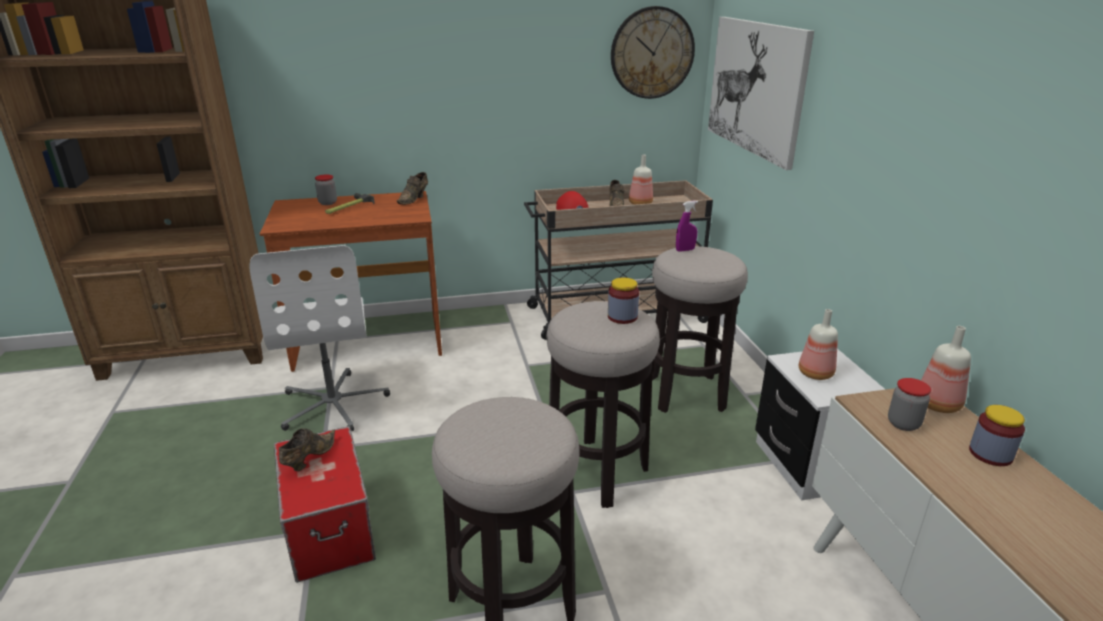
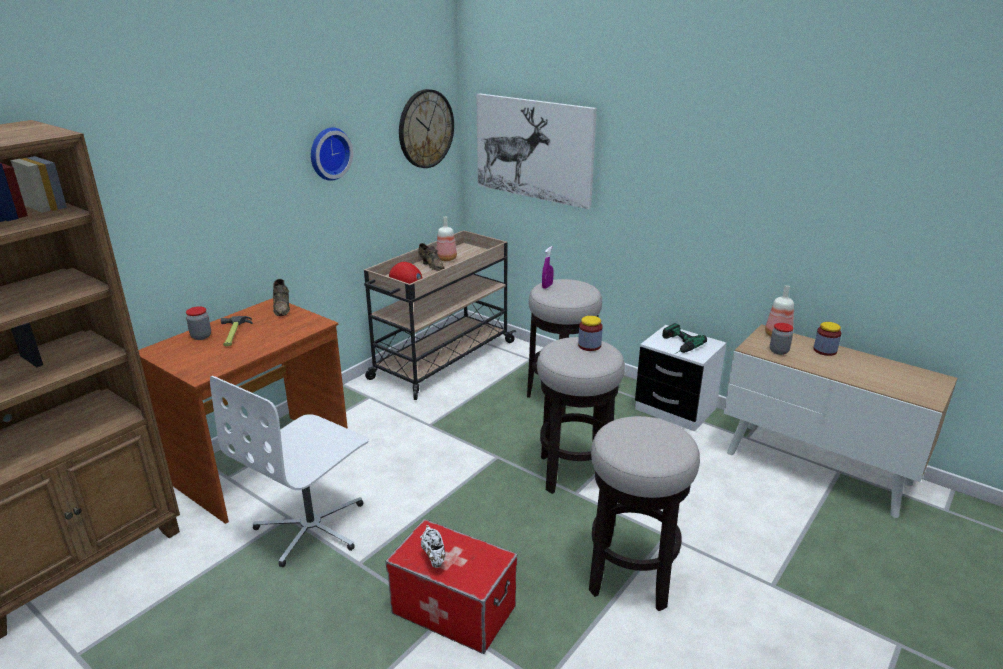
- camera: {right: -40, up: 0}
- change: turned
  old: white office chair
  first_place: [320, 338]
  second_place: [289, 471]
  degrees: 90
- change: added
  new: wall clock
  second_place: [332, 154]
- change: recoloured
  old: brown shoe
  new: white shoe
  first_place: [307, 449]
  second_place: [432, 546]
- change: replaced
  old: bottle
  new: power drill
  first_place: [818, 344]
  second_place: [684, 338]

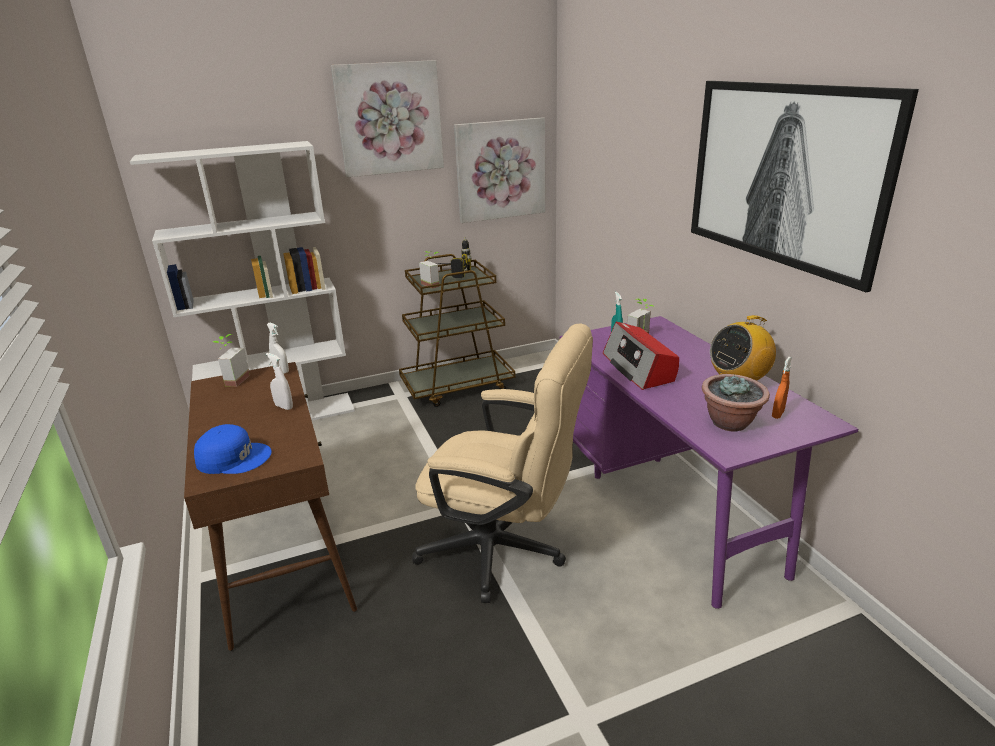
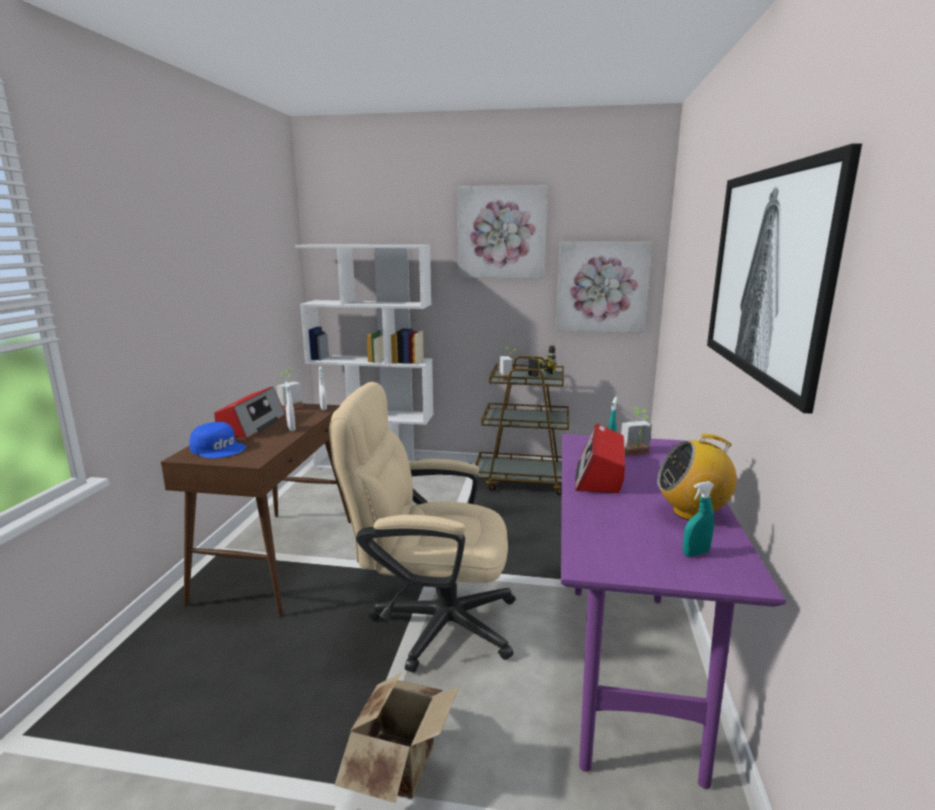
- camera: {right: 30, up: -10}
- change: added
  new: radio
  second_place: [250, 412]
- change: turned
  old: beige office chair
  first_place: [502, 463]
  second_place: [423, 527]
  degrees: 135
- change: added
  new: cardboard box
  second_place: [397, 737]
- change: recoloured
  old: orange spray bottle
  new: turquoise spray bottle
  first_place: [782, 388]
  second_place: [698, 519]
- change: removed
  old: potted plant
  first_place: [736, 402]

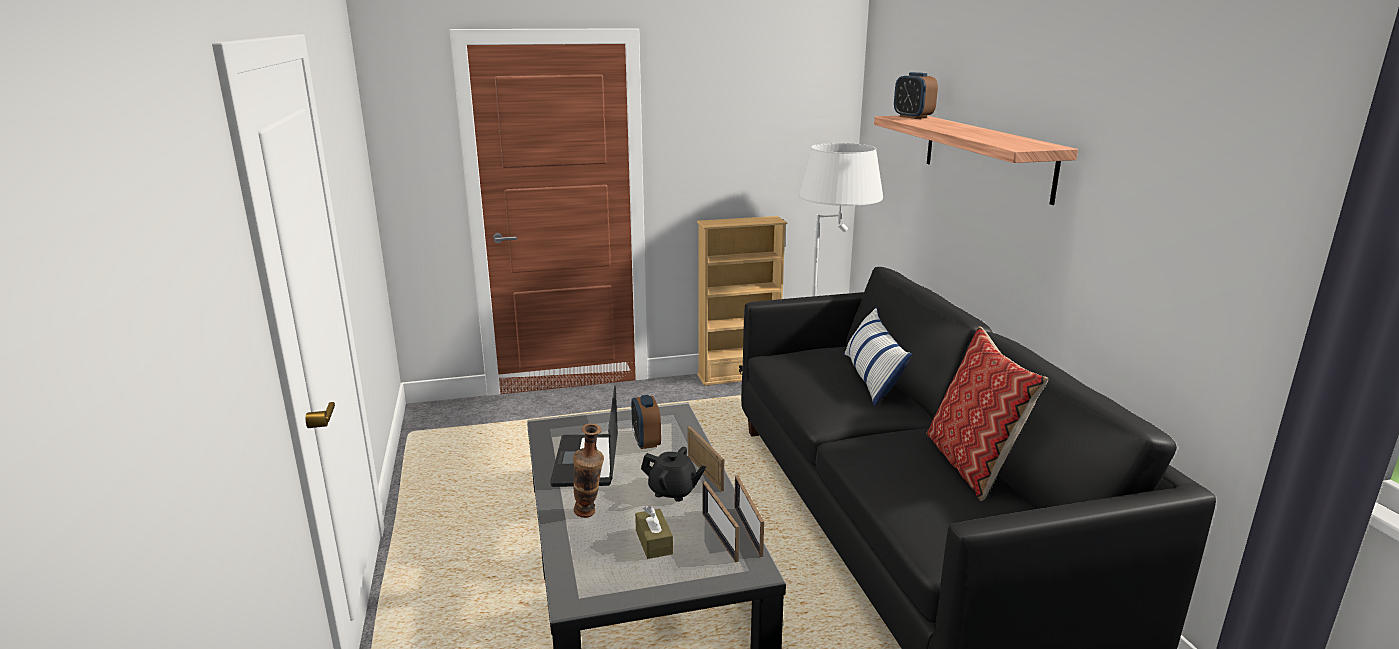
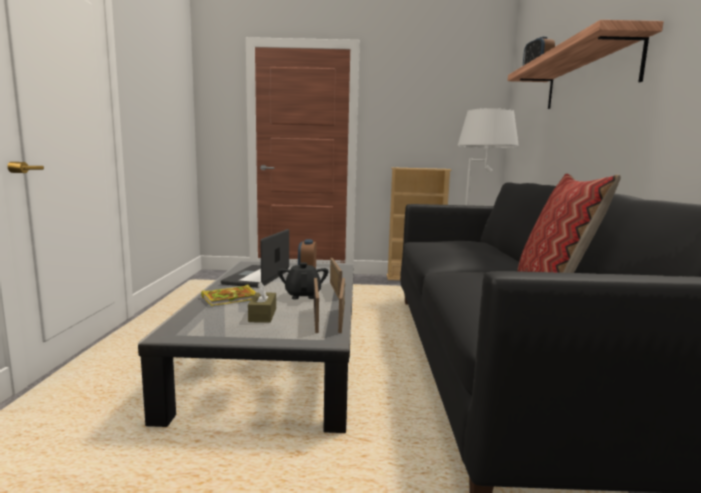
- camera: {right: 15, up: -10}
- change: replaced
  old: vase
  new: book
  first_place: [588, 471]
  second_place: [228, 295]
- change: turned
  old: black teapot
  first_place: [674, 474]
  second_place: [303, 280]
  degrees: -135
- change: removed
  old: pillow
  first_place: [878, 357]

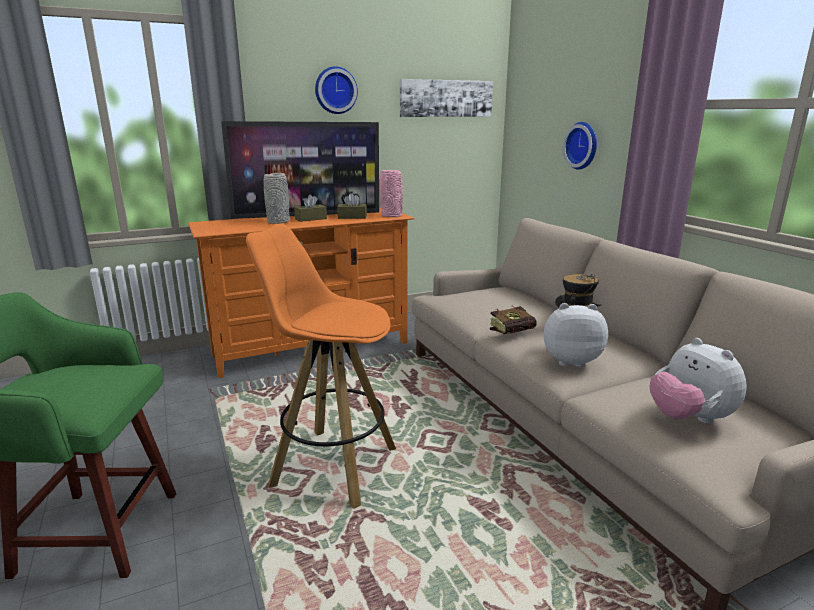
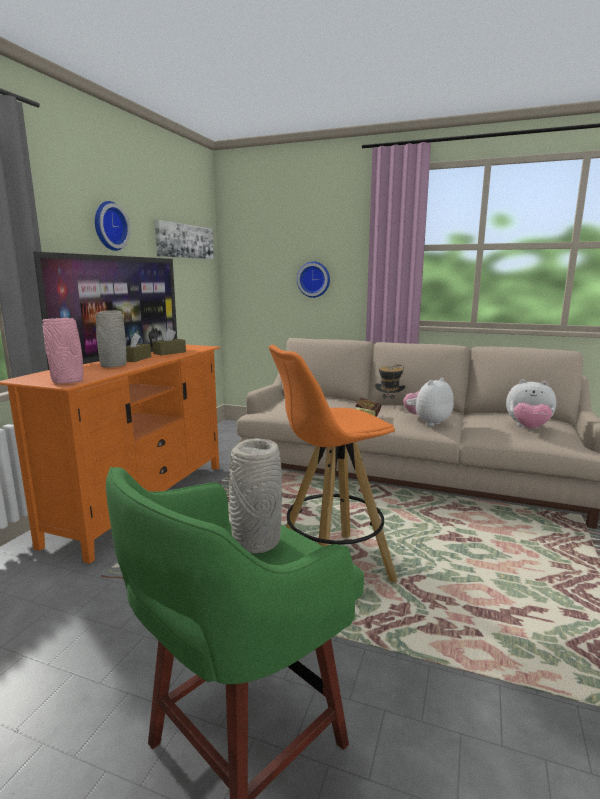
- camera: {right: -45, up: -5}
- change: moved
  old: pink vase
  first_place: [391, 193]
  second_place: [62, 351]
- change: added
  new: grey vase
  second_place: [255, 495]

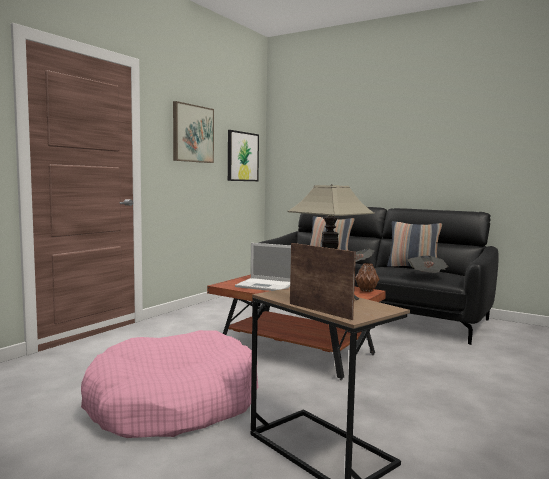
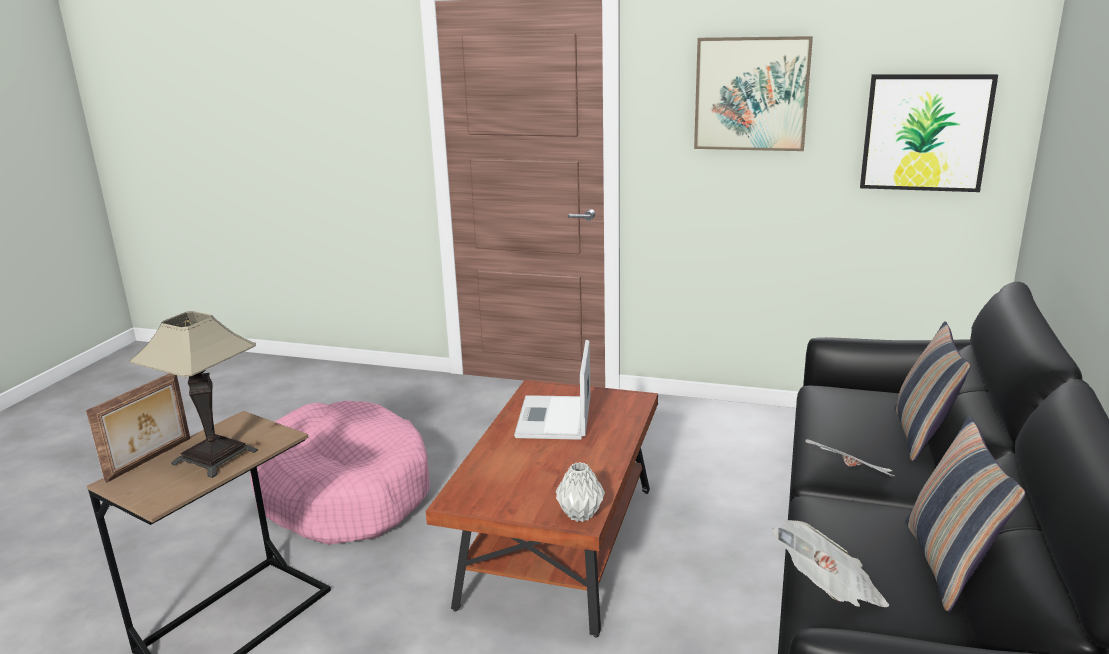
- camera: {right: 75, up: 15}
- change: recoloured
  old: brown vase
  new: grey vase
  first_place: [367, 277]
  second_place: [580, 492]

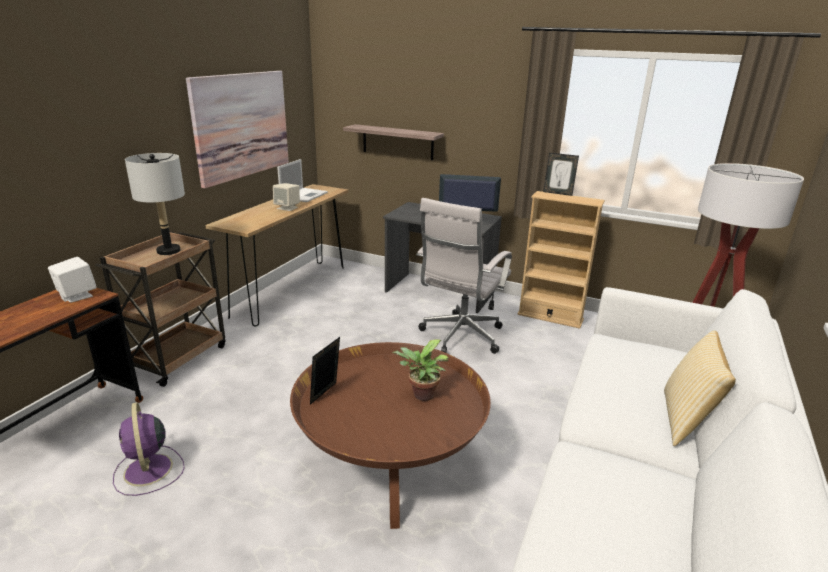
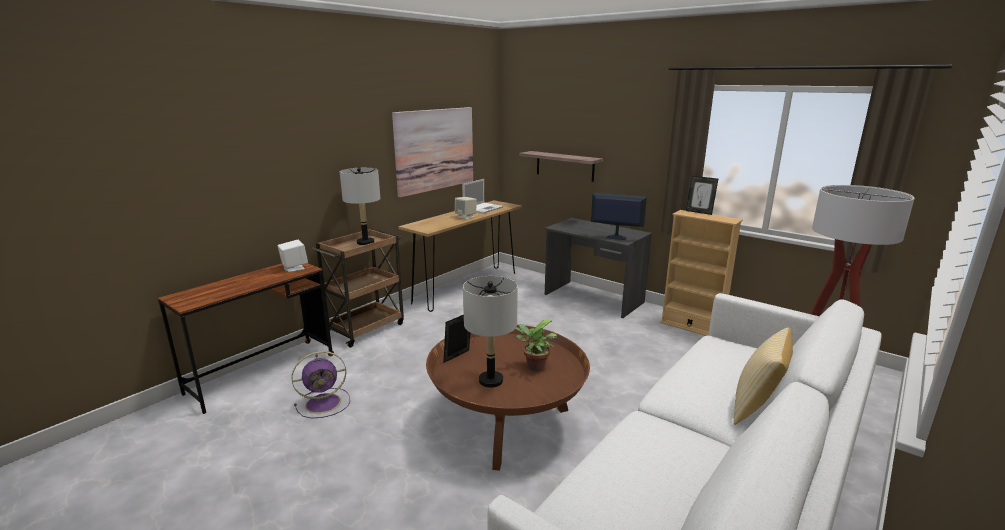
- camera: {right: 15, up: -5}
- change: turned
  old: purple fan
  first_place: [149, 449]
  second_place: [321, 384]
  degrees: -105
- change: added
  new: grey table lamp
  second_place: [490, 332]
- change: removed
  old: white office chair
  first_place: [464, 276]

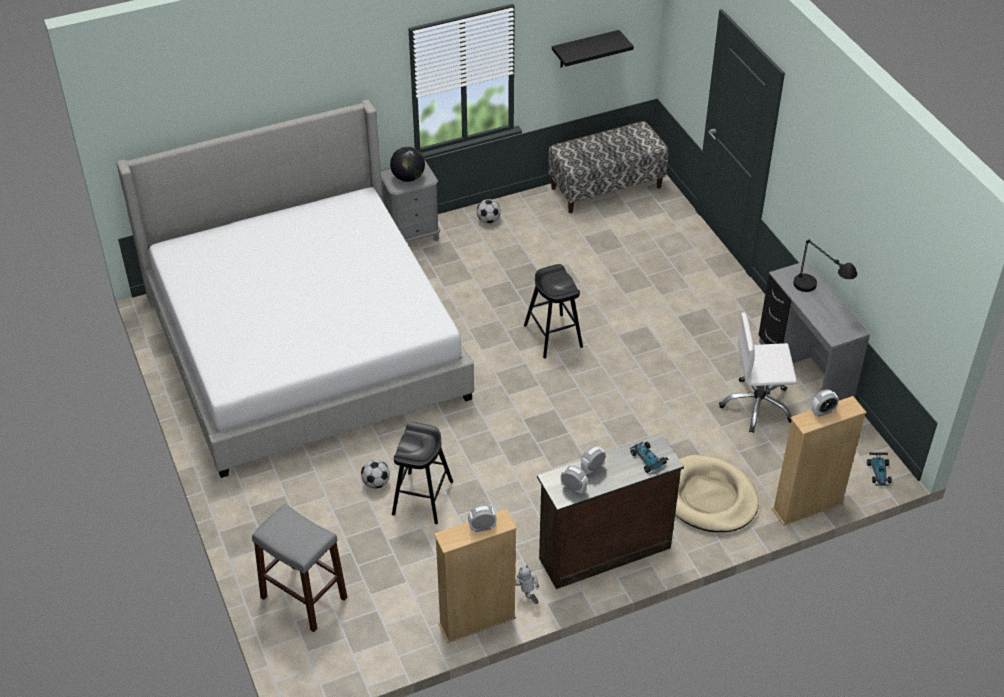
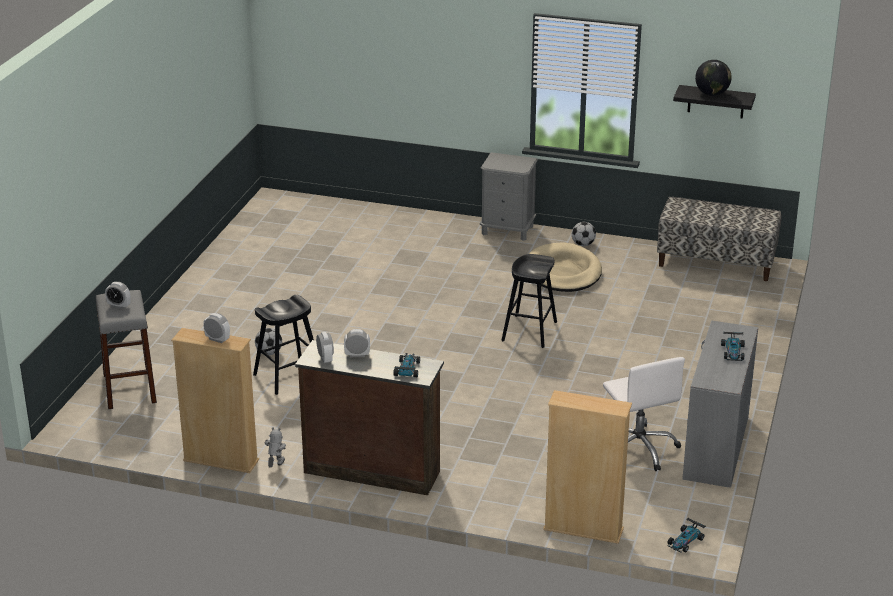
- camera: {right: 40, up: -15}
- change: moved
  old: alarm clock
  first_place: [825, 403]
  second_place: [118, 295]
- change: moved
  old: beige dog bed
  first_place: [717, 493]
  second_place: [565, 267]
- change: turned
  old: white office chair
  first_place: [758, 372]
  second_place: [644, 414]
  degrees: -150
- change: moved
  old: globe
  first_place: [407, 164]
  second_place: [713, 78]
- change: replaced
  old: black table lamp
  new: toy car
  first_place: [825, 265]
  second_place: [733, 346]
- change: removed
  old: bed
  first_place: [295, 289]

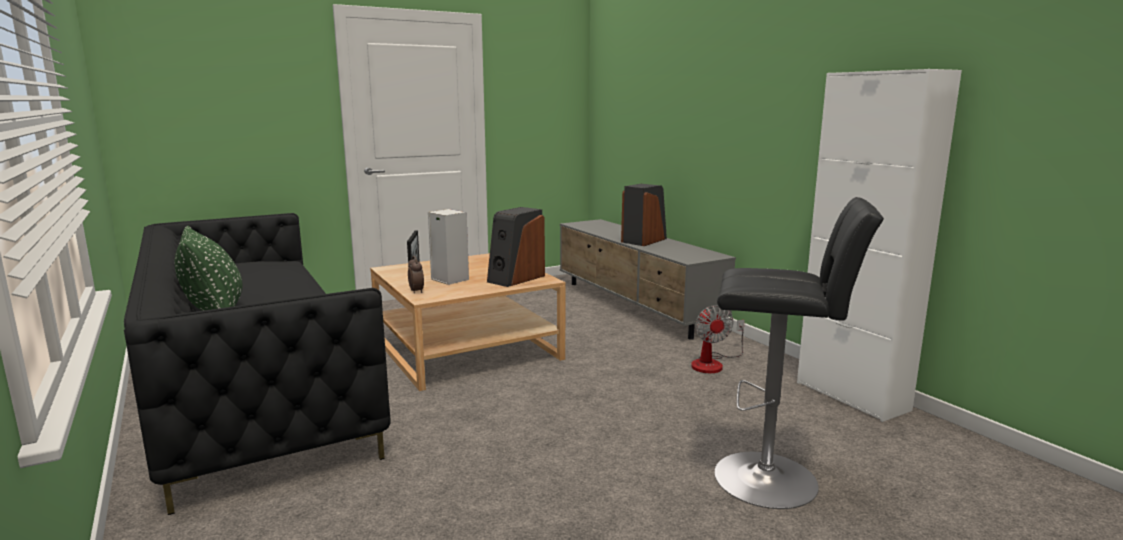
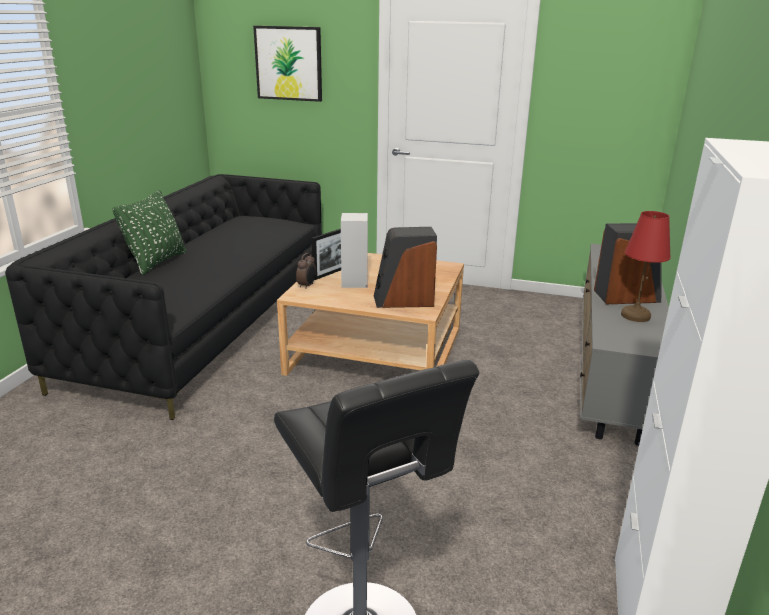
- camera: {right: 45, up: 10}
- change: added
  new: picture
  second_place: [287, 64]
- change: added
  new: red table lamp
  second_place: [646, 266]
- change: removed
  old: fan
  first_place: [718, 339]

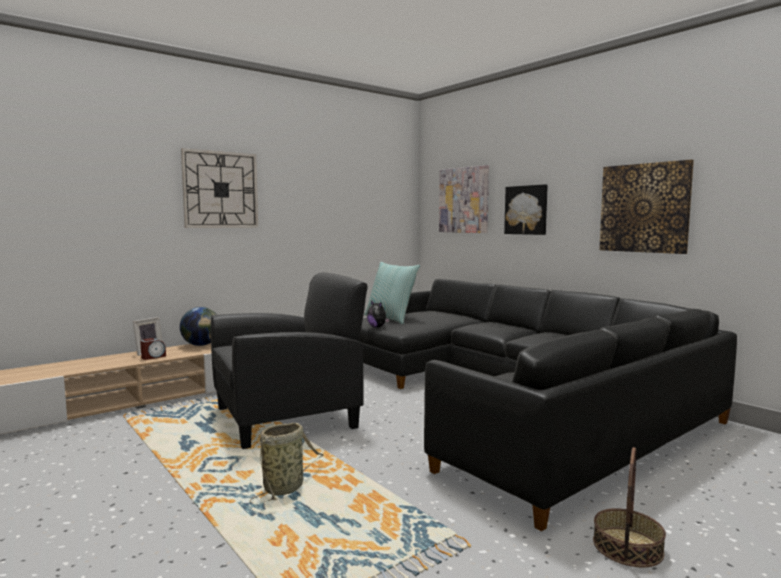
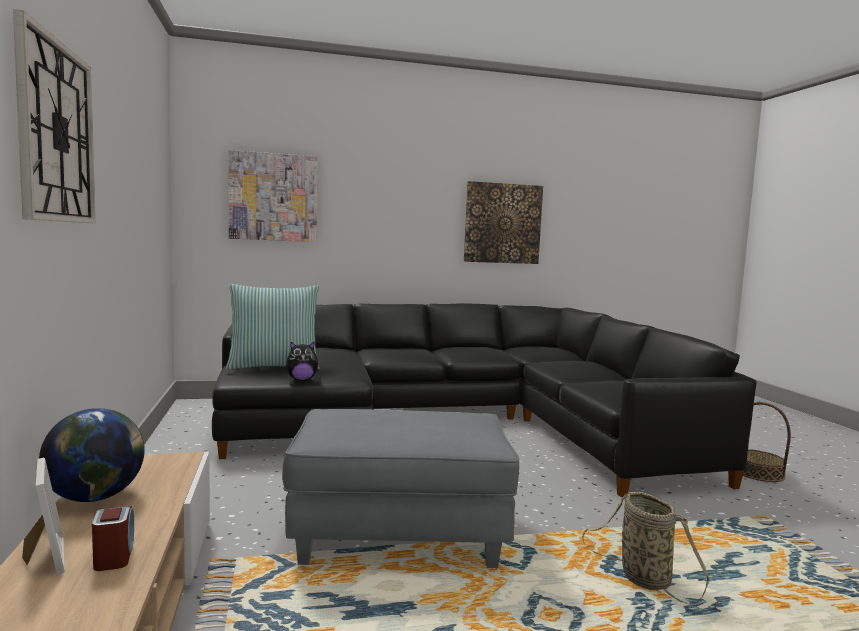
- camera: {right: -65, up: 0}
- change: replaced
  old: black armchair
  new: grey ottoman
  first_place: [289, 360]
  second_place: [400, 488]
- change: removed
  old: picture
  first_place: [526, 209]

